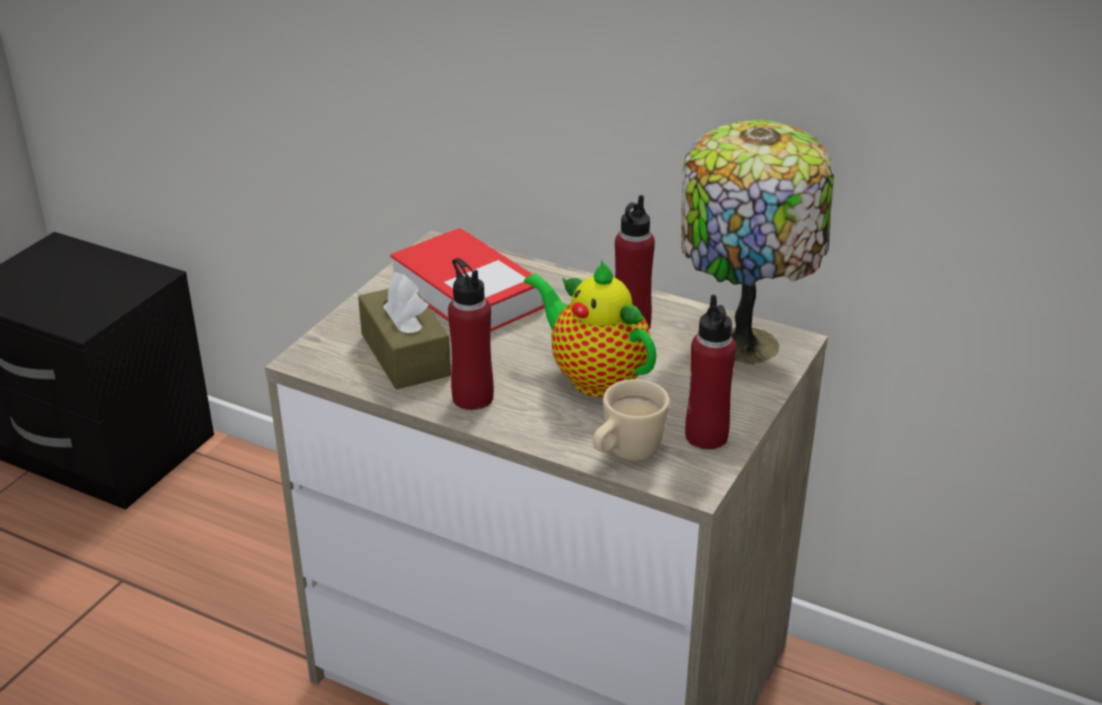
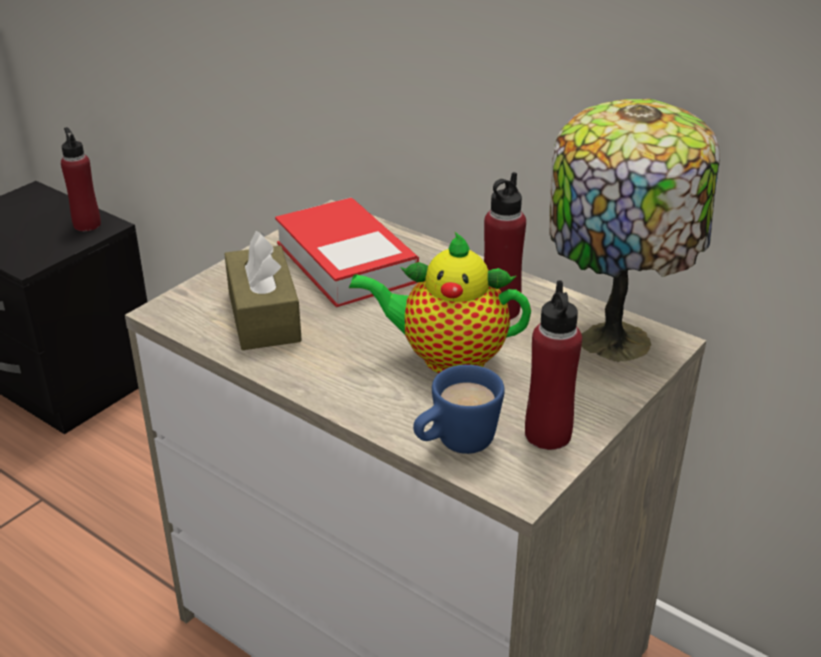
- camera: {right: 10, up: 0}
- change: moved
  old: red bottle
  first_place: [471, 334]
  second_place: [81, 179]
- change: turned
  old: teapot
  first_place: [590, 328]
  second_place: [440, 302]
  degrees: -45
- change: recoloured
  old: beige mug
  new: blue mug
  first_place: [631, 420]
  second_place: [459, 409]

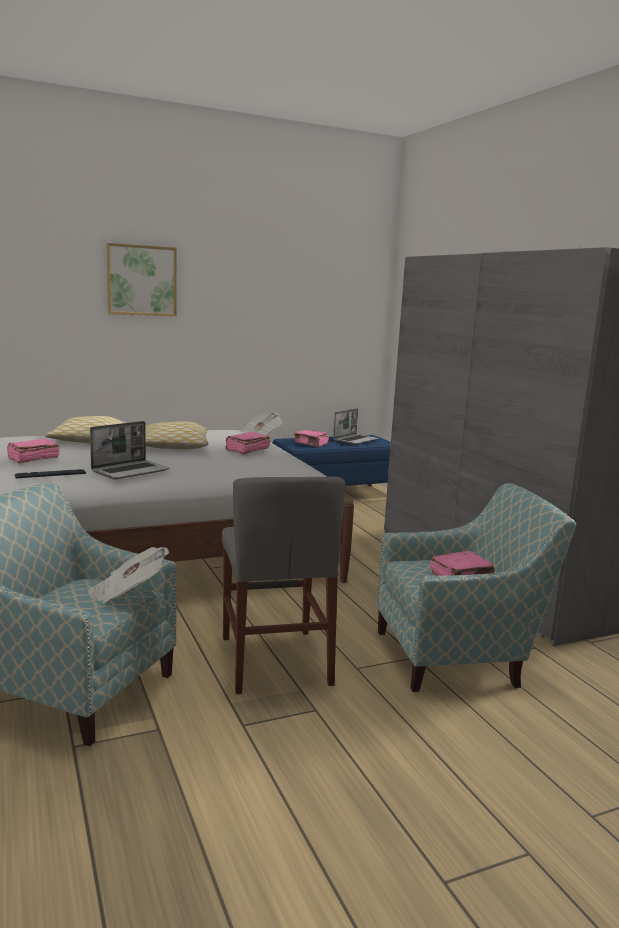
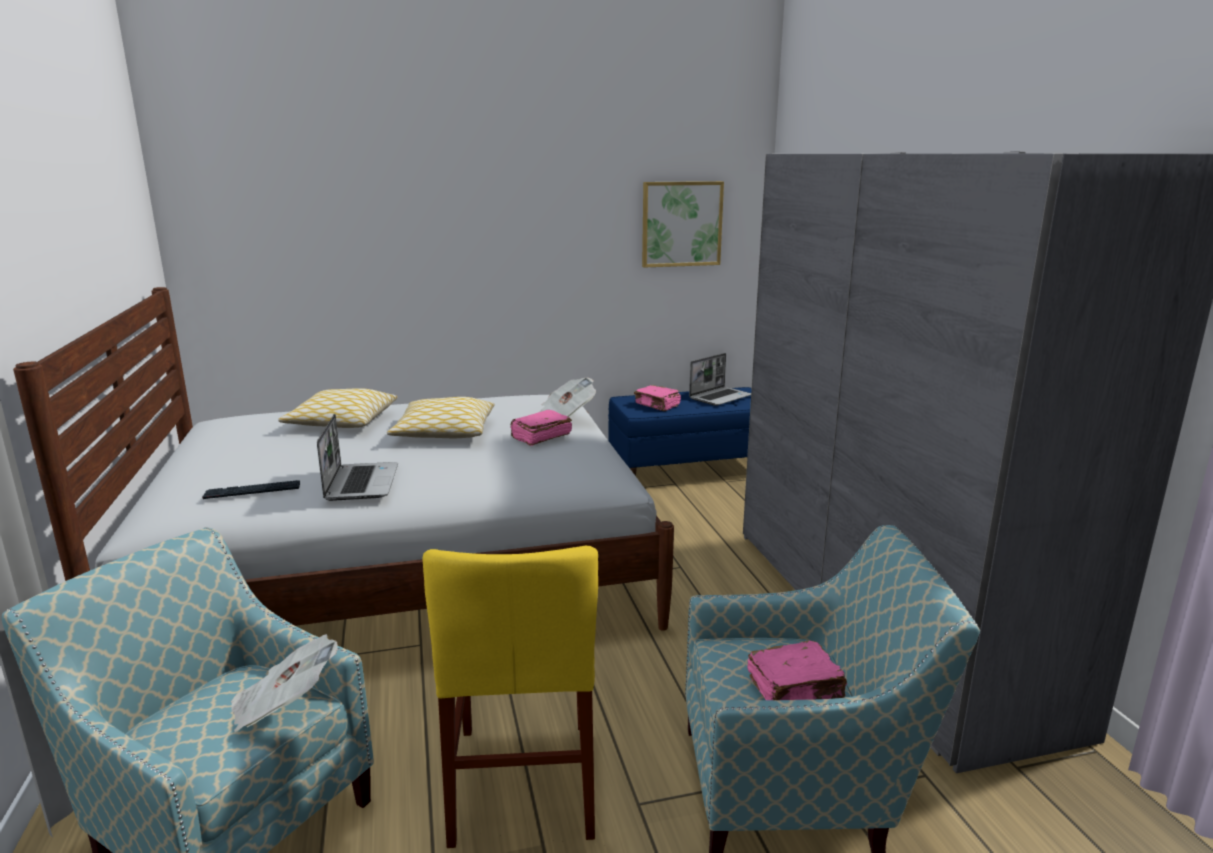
- camera: {right: 10, up: 5}
- change: turned
  old: laptop
  first_place: [129, 450]
  second_place: [357, 457]
  degrees: -60
- change: recoloured
  old: grey chair
  new: yellow chair
  first_place: [283, 585]
  second_place: [510, 697]
- change: moved
  old: picture
  first_place: [142, 279]
  second_place: [683, 224]
- change: removed
  old: pink book
  first_place: [33, 451]

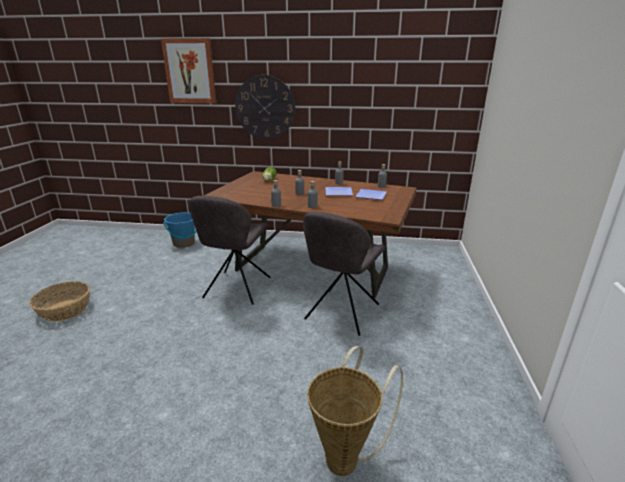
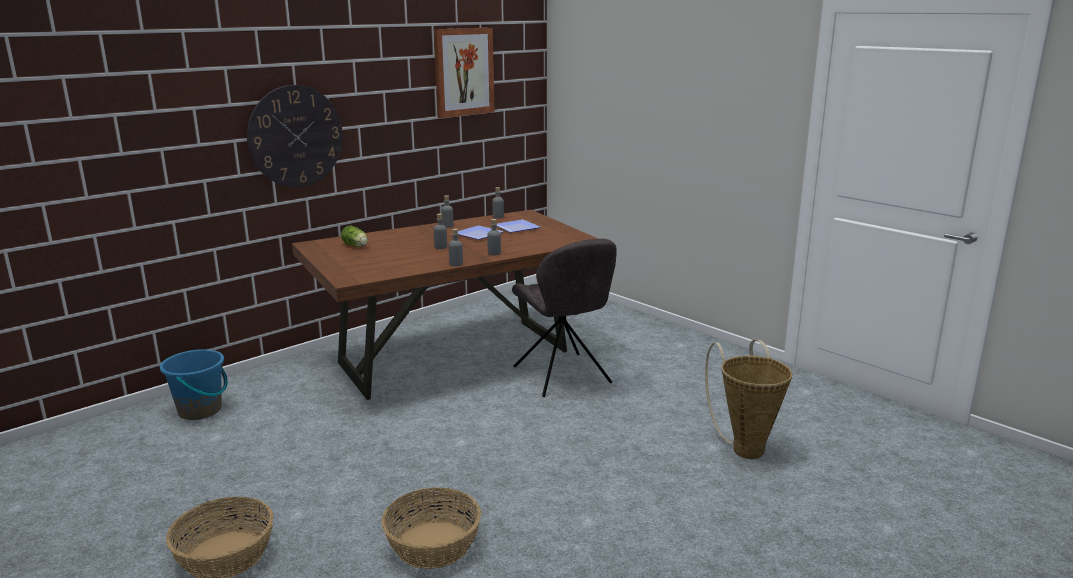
- camera: {right: -50, up: -5}
- change: added
  new: basket
  second_place: [431, 528]
- change: moved
  old: picture
  first_place: [188, 70]
  second_place: [464, 73]
- change: removed
  old: grey chair
  first_place: [230, 250]

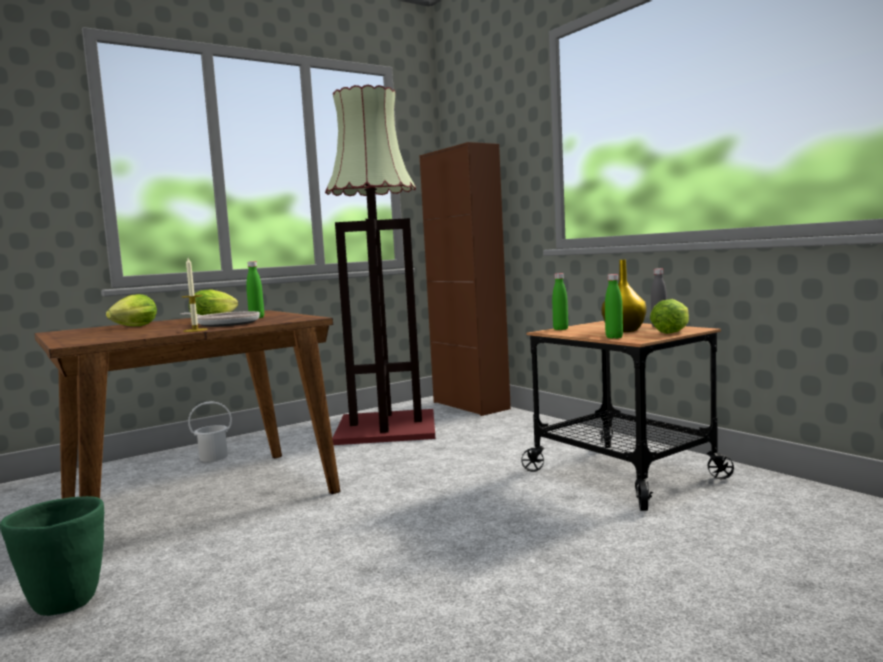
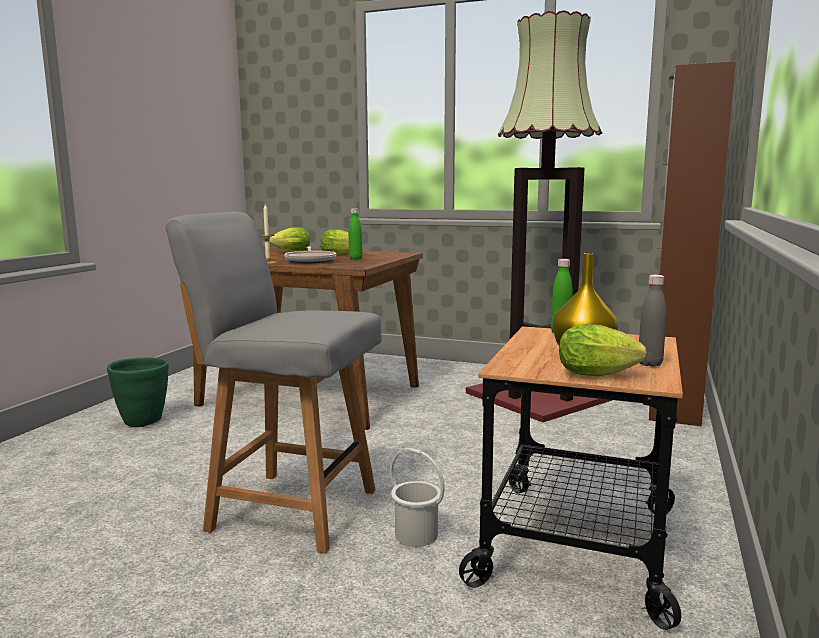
- camera: {right: 55, up: 5}
- change: added
  new: grey chair
  second_place: [273, 383]
- change: moved
  old: white bucket
  first_place: [210, 431]
  second_place: [417, 497]
- change: removed
  old: green bottle
  first_place: [614, 306]

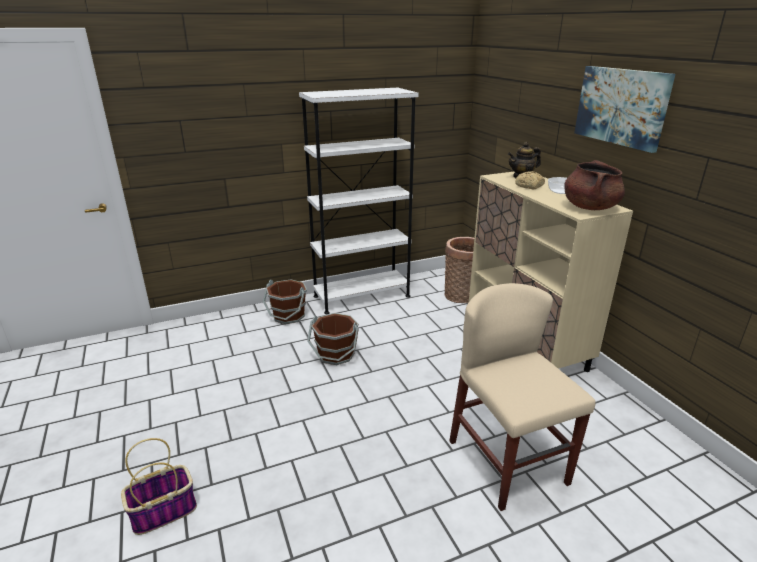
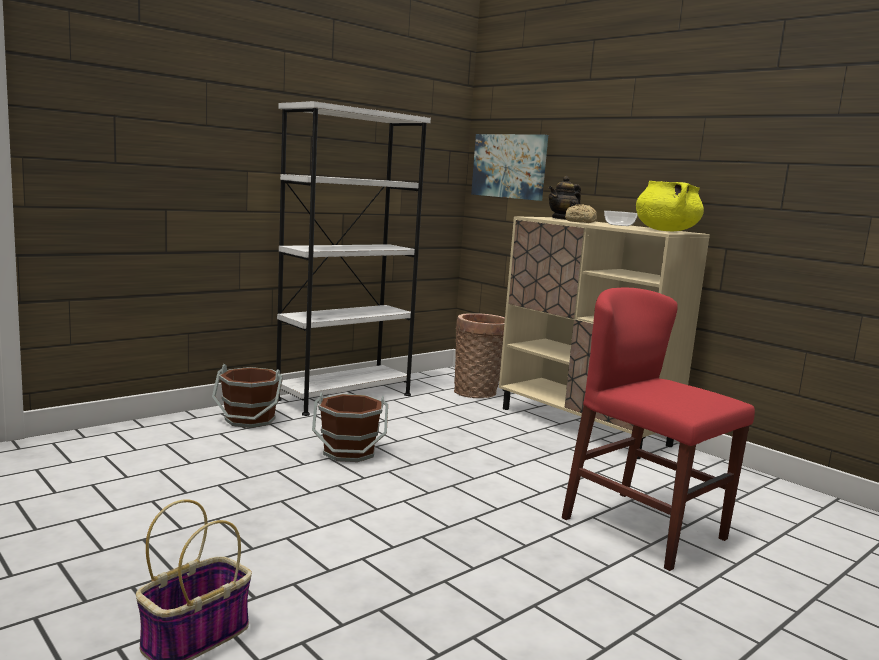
- camera: {right: -20, up: -15}
- change: moved
  old: picture
  first_place: [624, 109]
  second_place: [509, 167]
- change: recoloured
  old: beige chair
  new: red chair
  first_place: [522, 397]
  second_place: [658, 429]
- change: recoloured
  old: brown cooking pot
  new: yellow cooking pot
  first_place: [594, 185]
  second_place: [670, 206]

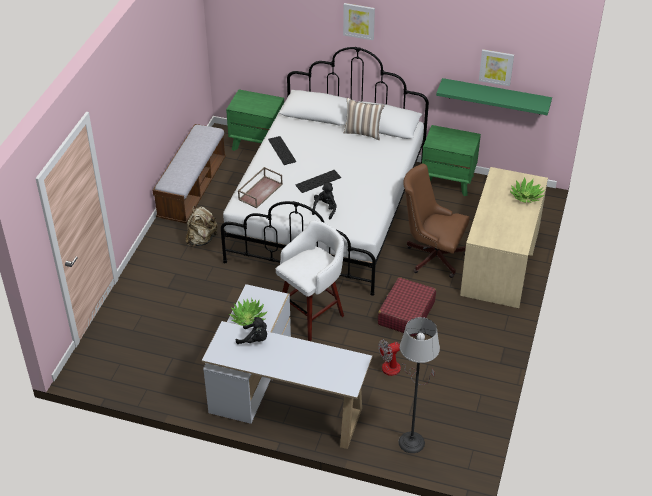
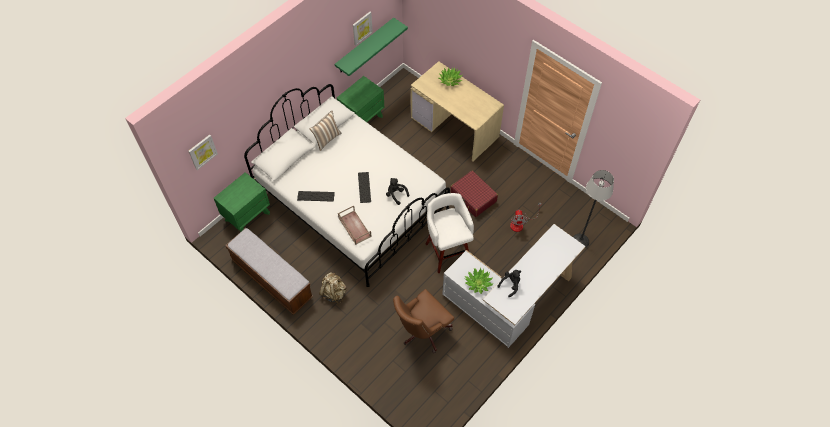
- camera: {right: -65, up: 15}
- change: moved
  old: picture
  first_place: [359, 21]
  second_place: [203, 152]
- change: moved
  old: brown office chair
  first_place: [436, 221]
  second_place: [423, 321]

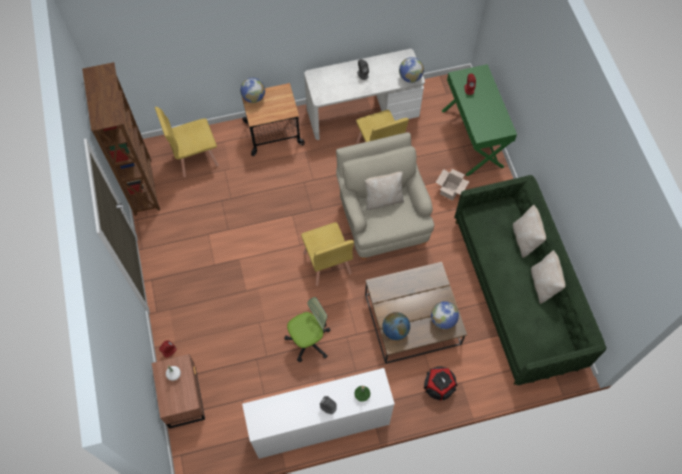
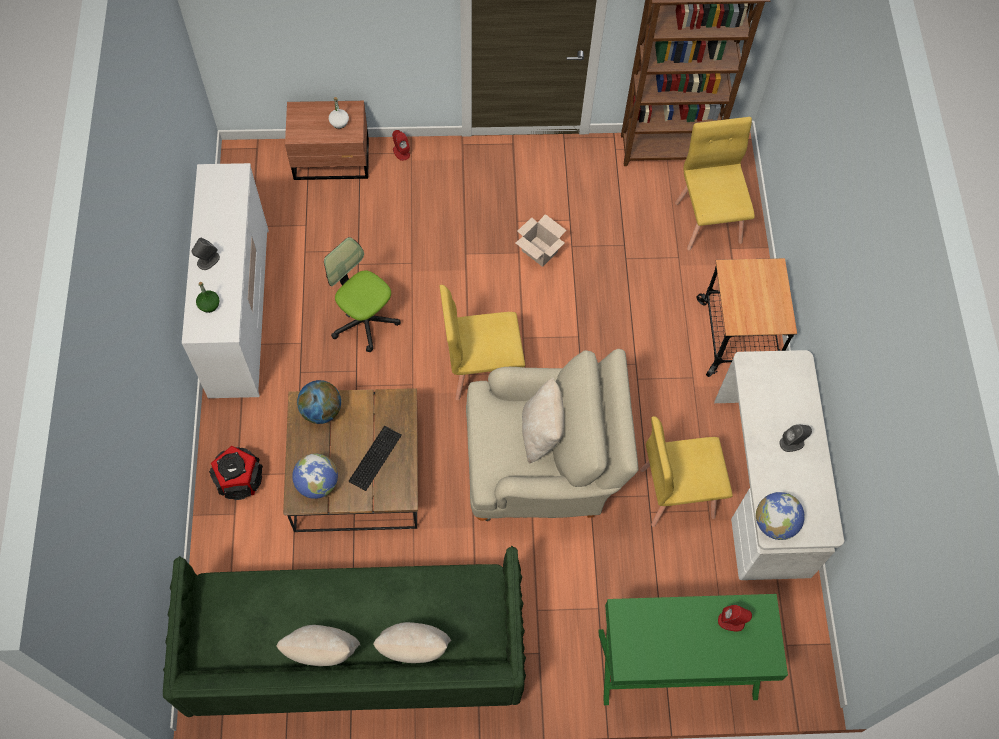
- camera: {right: 100, up: 0}
- change: turned
  old: office chair
  first_place: [307, 329]
  second_place: [362, 294]
  degrees: 150
- change: added
  new: keyboard
  second_place: [375, 458]
- change: moved
  old: cardboard box
  first_place: [452, 184]
  second_place: [541, 240]
- change: removed
  old: globe
  first_place: [252, 90]

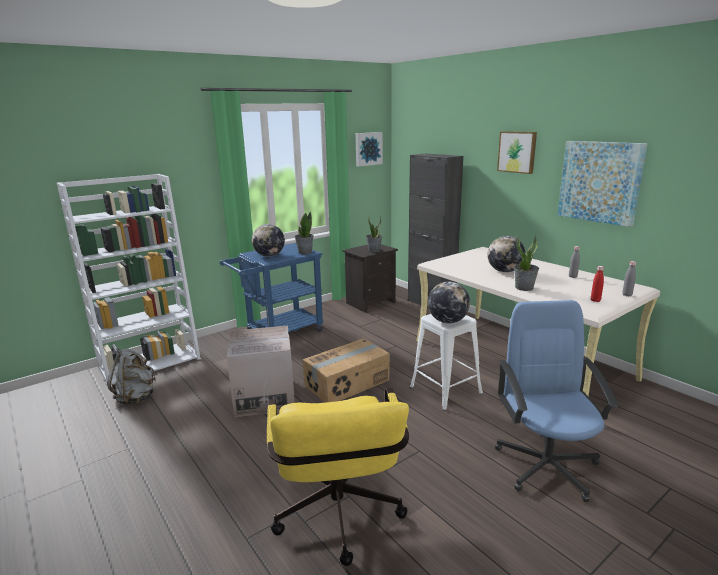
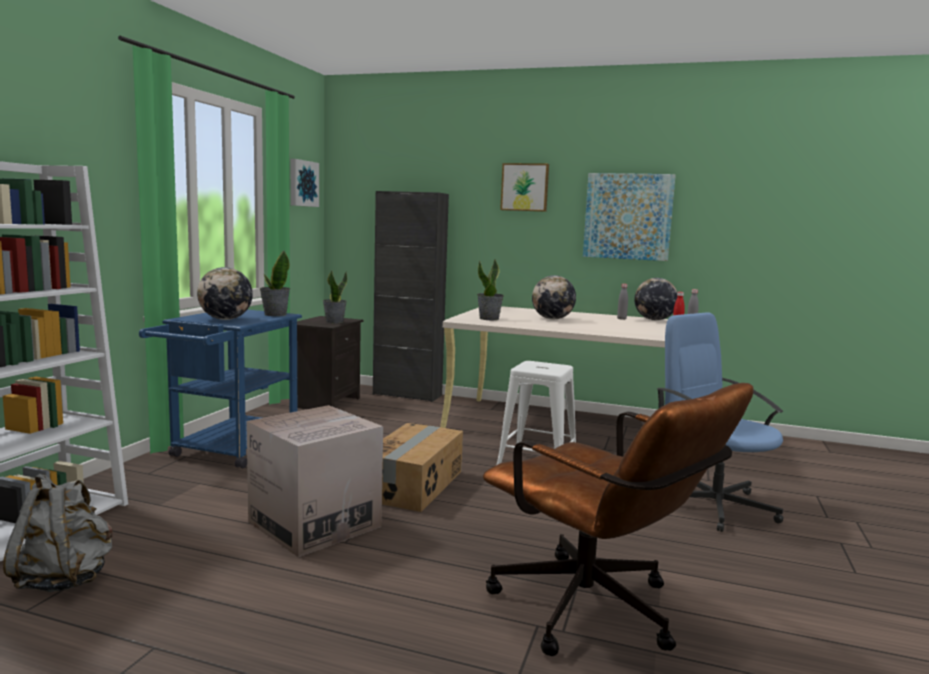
- camera: {right: -35, up: -10}
- change: moved
  old: potted plant
  first_place: [526, 263]
  second_place: [490, 289]
- change: recoloured
  old: yellow office chair
  new: brown office chair
  first_place: [338, 476]
  second_place: [618, 519]
- change: moved
  old: globe
  first_place: [449, 302]
  second_place: [656, 299]

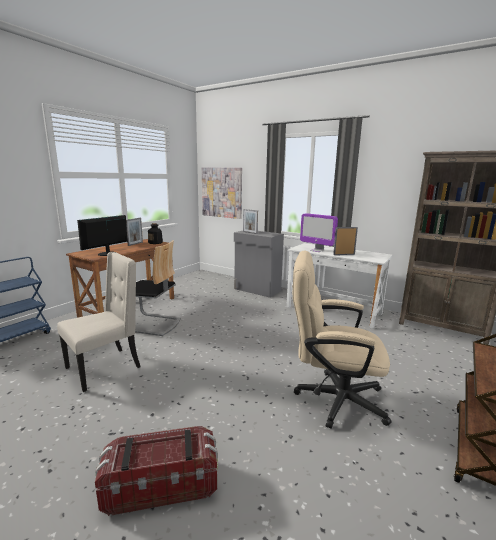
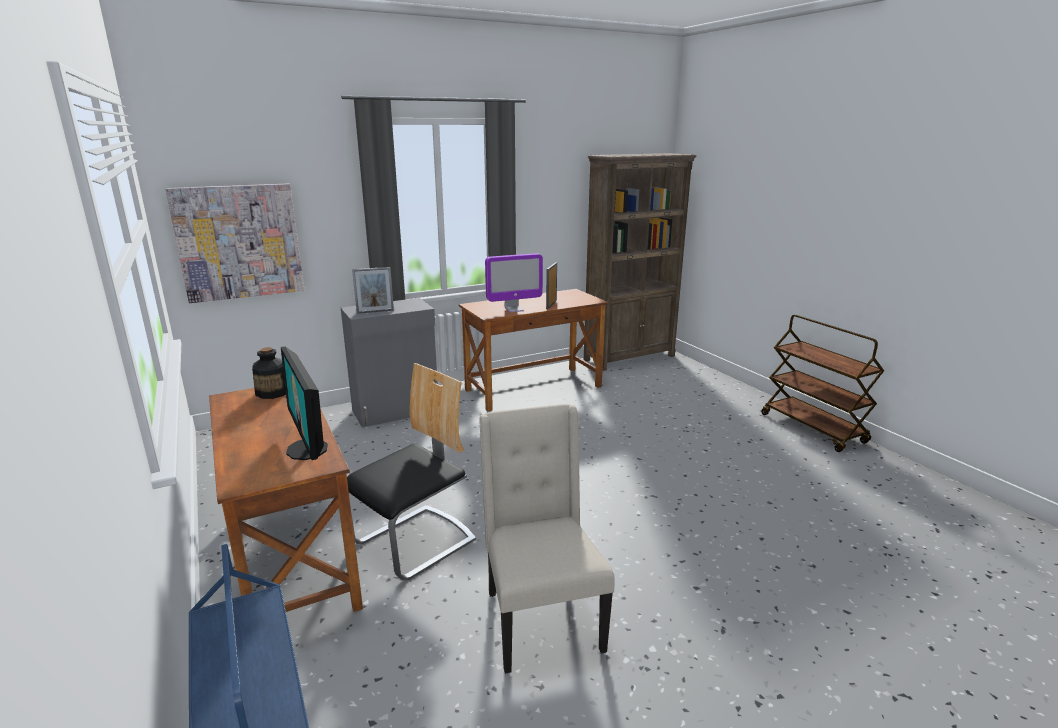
- camera: {right: -60, up: 5}
- change: recoloured
  old: white desk
  new: brown desk
  first_place: [339, 286]
  second_place: [533, 350]
- change: removed
  old: storage box
  first_place: [156, 471]
- change: removed
  old: picture frame
  first_place: [134, 232]
- change: removed
  old: beige office chair
  first_place: [342, 339]

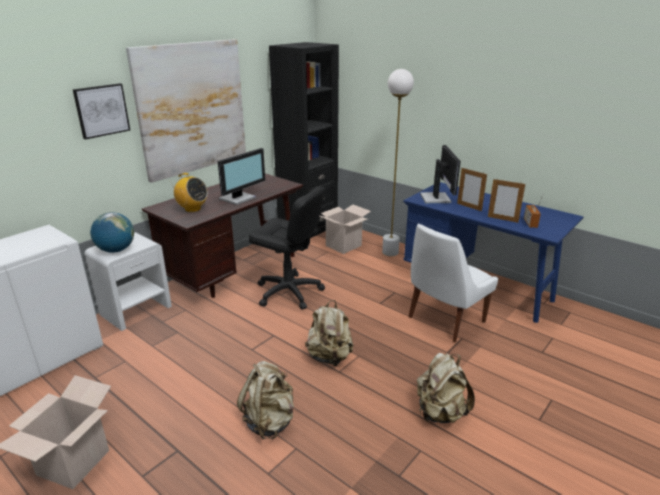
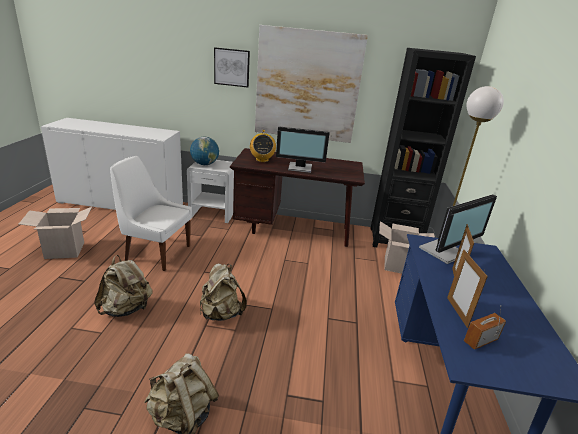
- camera: {right: 55, up: 0}
- change: moved
  old: white chair
  first_place: [453, 283]
  second_place: [151, 213]
- change: removed
  old: black office chair
  first_place: [287, 248]

